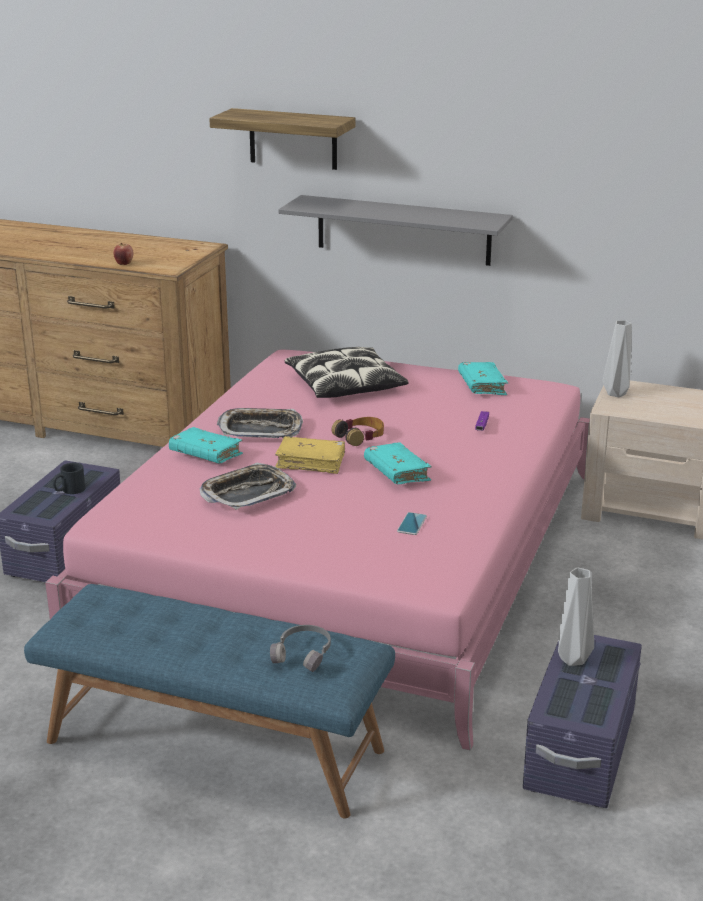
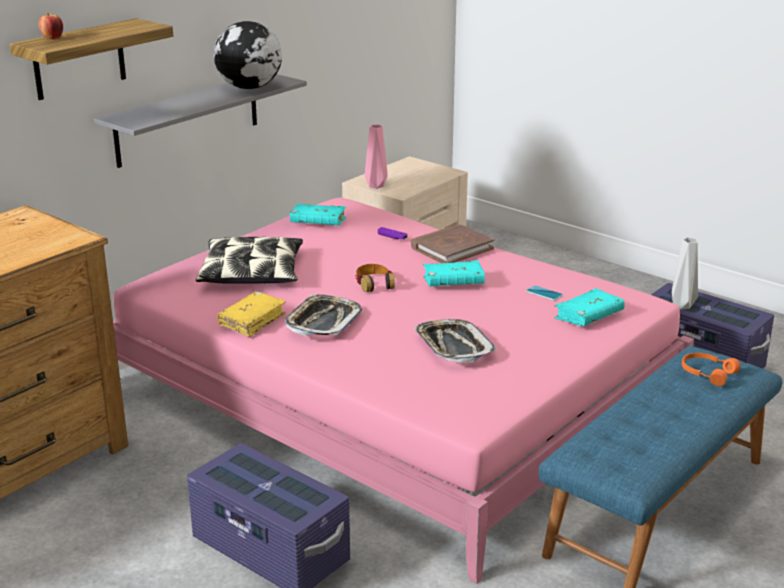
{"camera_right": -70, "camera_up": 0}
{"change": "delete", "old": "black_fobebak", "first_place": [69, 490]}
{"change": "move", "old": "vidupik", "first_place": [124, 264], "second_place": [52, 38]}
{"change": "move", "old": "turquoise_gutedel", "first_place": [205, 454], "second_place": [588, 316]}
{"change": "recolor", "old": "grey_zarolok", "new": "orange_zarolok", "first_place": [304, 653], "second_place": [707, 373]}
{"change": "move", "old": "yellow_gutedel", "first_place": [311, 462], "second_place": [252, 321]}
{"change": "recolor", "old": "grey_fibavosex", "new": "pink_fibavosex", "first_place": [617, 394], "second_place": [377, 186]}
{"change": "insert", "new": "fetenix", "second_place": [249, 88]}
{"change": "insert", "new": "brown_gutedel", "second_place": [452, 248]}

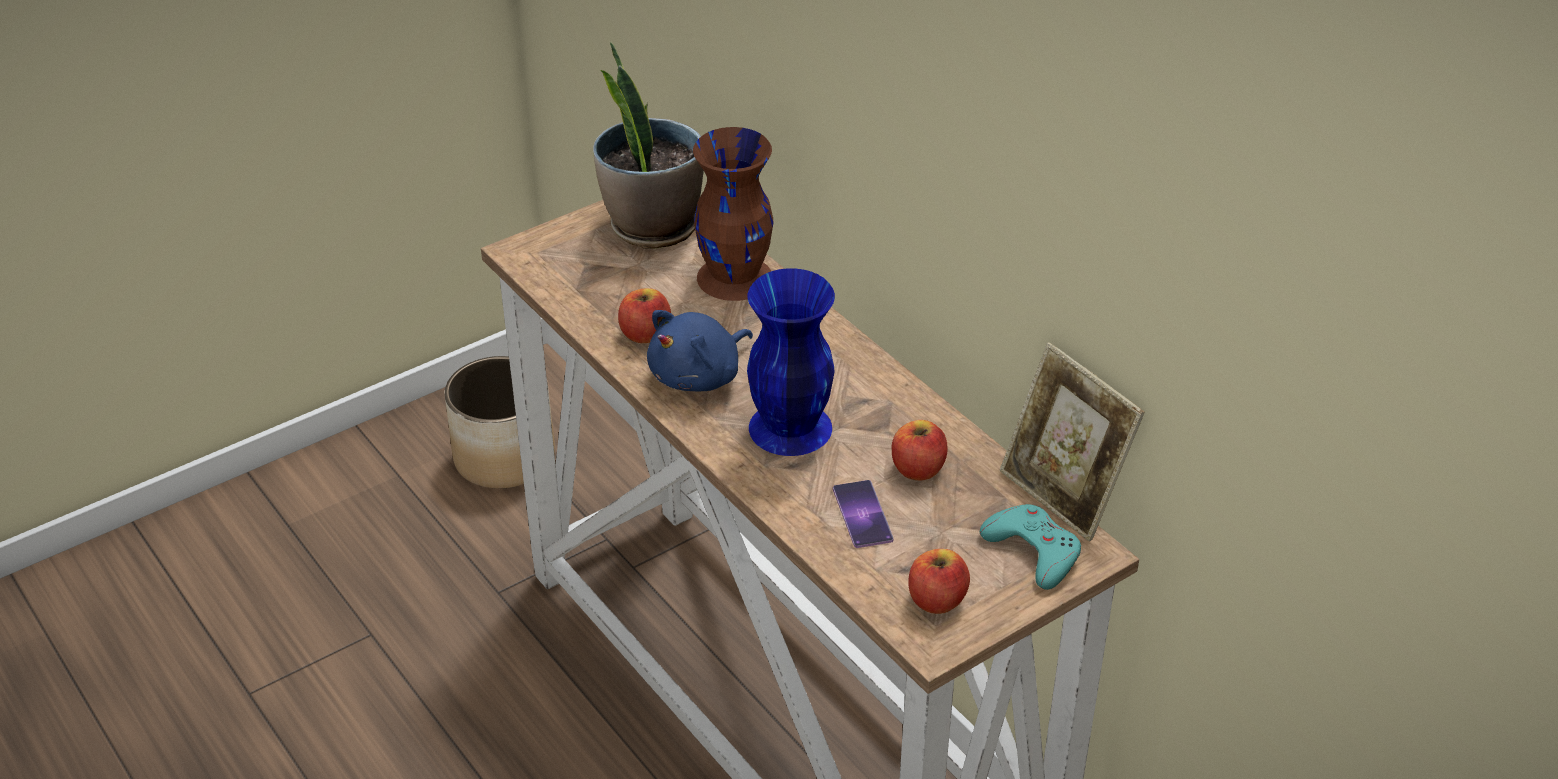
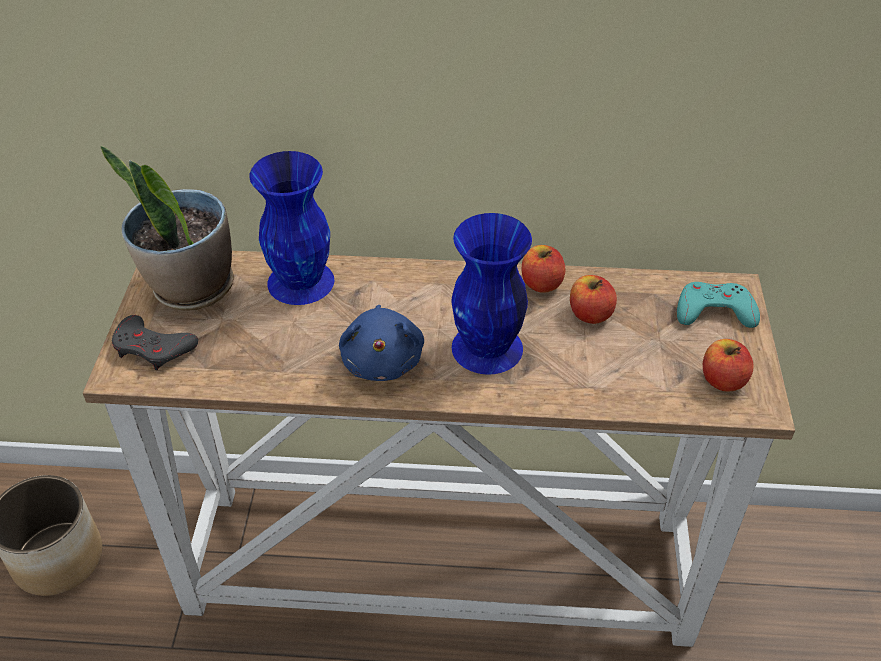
{"camera_right": -50, "camera_up": 5}
{"change": "move", "old": "vidupik", "first_place": [645, 334], "second_place": [541, 283]}
{"change": "recolor", "old": "brown_fibavosex", "new": "blue_fibavosex", "first_place": [736, 278], "second_place": [302, 281]}
{"change": "delete", "old": "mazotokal", "first_place": [862, 514]}
{"change": "delete", "old": "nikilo", "first_place": [1062, 496]}
{"change": "insert", "new": "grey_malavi", "second_place": [153, 348]}

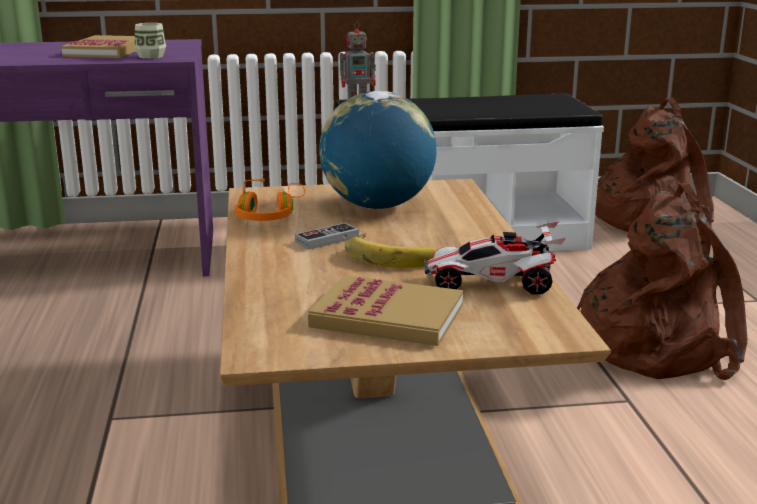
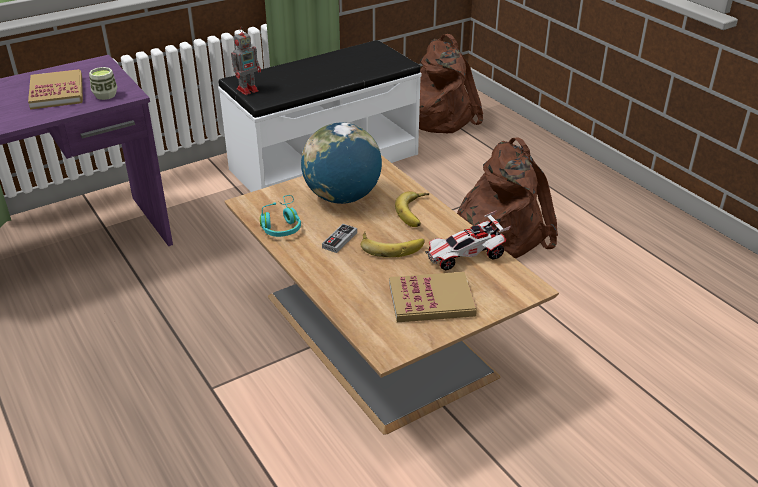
{"camera_right": -25, "camera_up": 15}
{"change": "recolor", "old": "orange_zarolok", "new": "turquoise_zarolok", "first_place": [270, 215], "second_place": [281, 225]}
{"change": "insert", "new": "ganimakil", "second_place": [416, 212]}

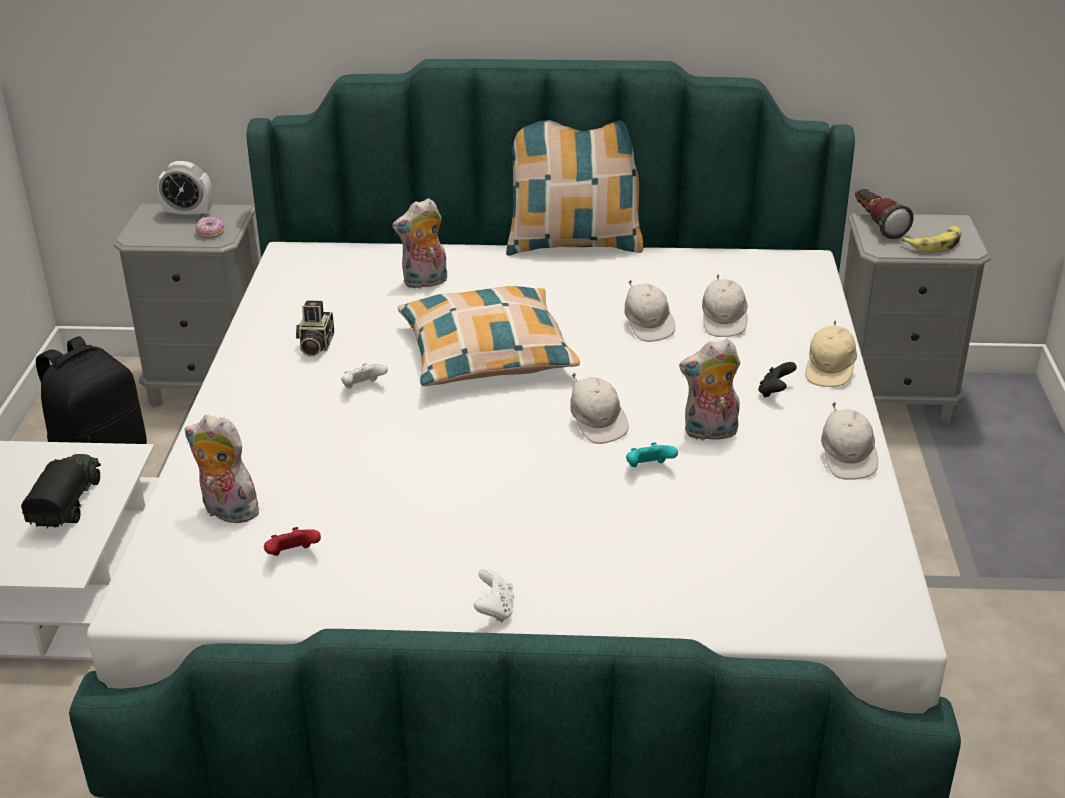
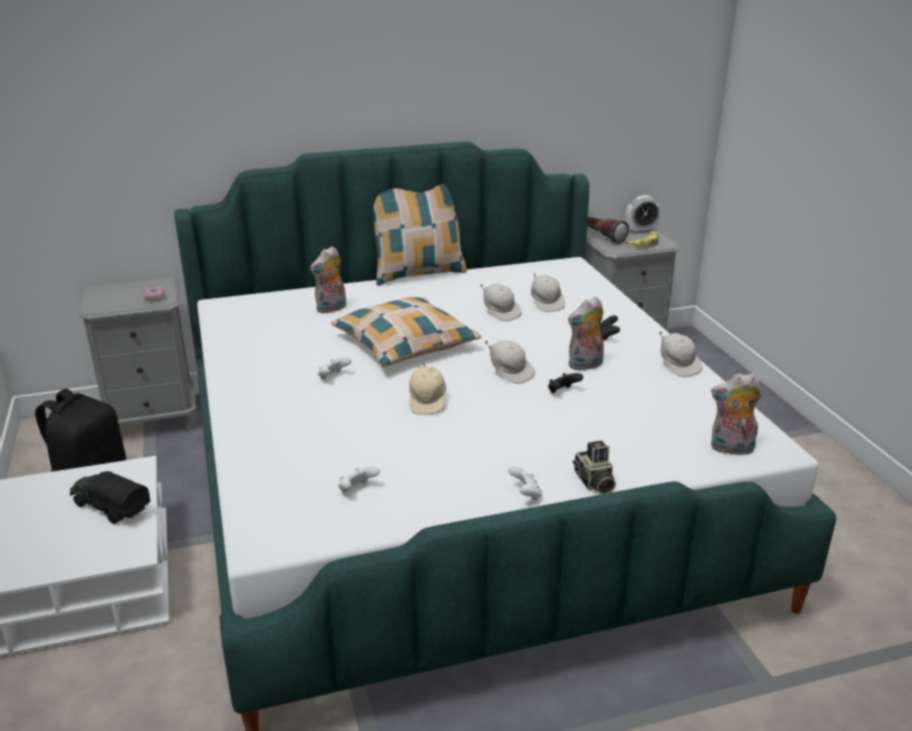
{"camera_right": -20, "camera_up": -5}
{"change": "rotate", "old": "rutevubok", "first_place": [69, 504], "second_place": [110, 508], "degrees": -45}
{"change": "move", "old": "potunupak", "first_place": [188, 214], "second_place": [641, 231]}
{"change": "move", "old": "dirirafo", "first_place": [227, 512], "second_place": [731, 449]}
{"change": "recolor", "old": "red_malavi", "new": "white_malavi", "first_place": [292, 555], "second_place": [357, 490]}
{"change": "move", "old": "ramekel", "first_place": [315, 345], "second_place": [593, 483]}
{"change": "recolor", "old": "turquoise_malavi", "new": "black_malavi", "first_place": [648, 468], "second_place": [562, 392]}
{"change": "move", "old": "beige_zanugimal", "first_place": [830, 370], "second_place": [428, 402]}

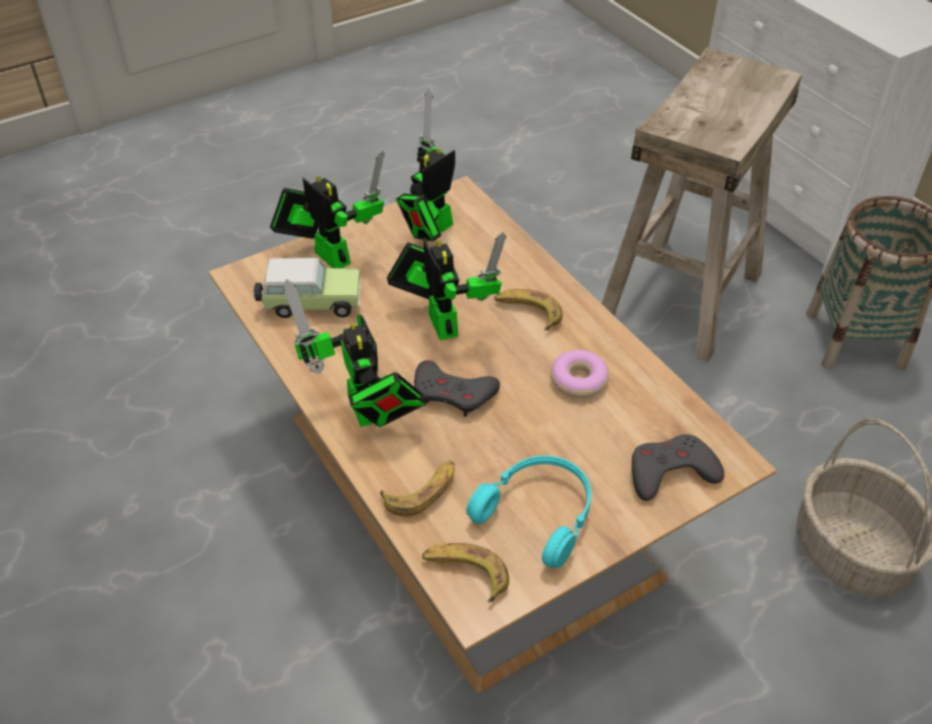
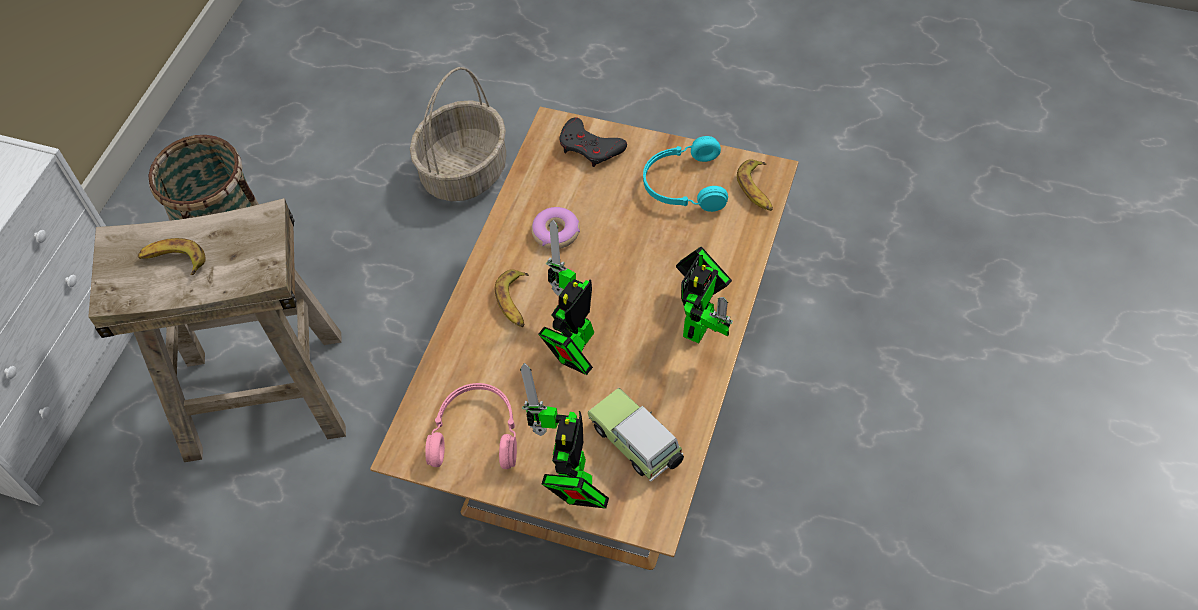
{"camera_right": -125, "camera_up": 10}
{"change": "move", "old": "ganimakil", "first_place": [422, 491], "second_place": [174, 260]}
{"change": "replace", "old": "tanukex", "new": "pink_zarolok", "first_place": [430, 232], "second_place": [477, 433]}
{"change": "delete", "old": "grey_malavi", "first_place": [453, 393]}

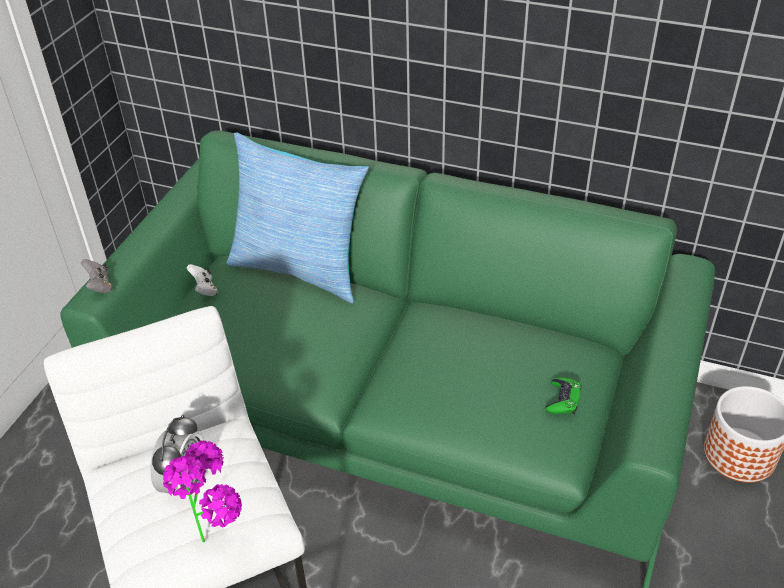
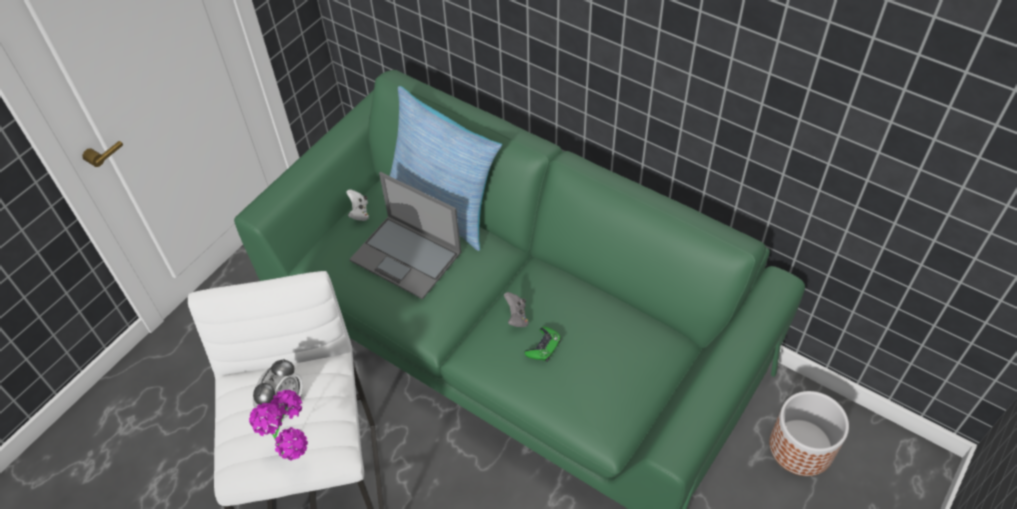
{"camera_right": 15, "camera_up": 10}
{"change": "move", "old": "grey_malavi", "first_place": [100, 286], "second_place": [516, 316]}
{"change": "move", "old": "green_malavi", "first_place": [563, 400], "second_place": [543, 347]}
{"change": "insert", "new": "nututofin", "second_place": [407, 257]}

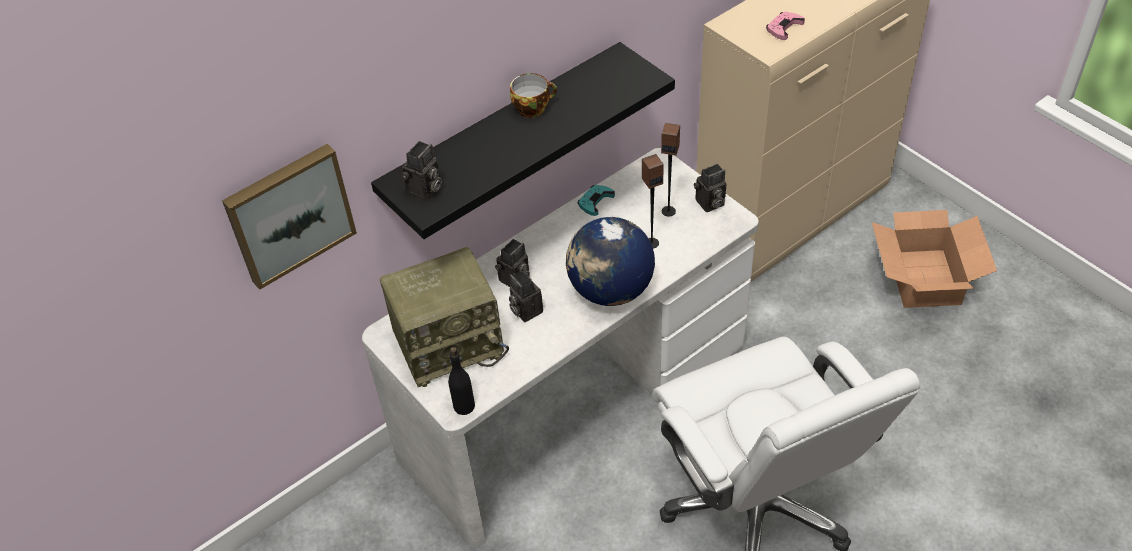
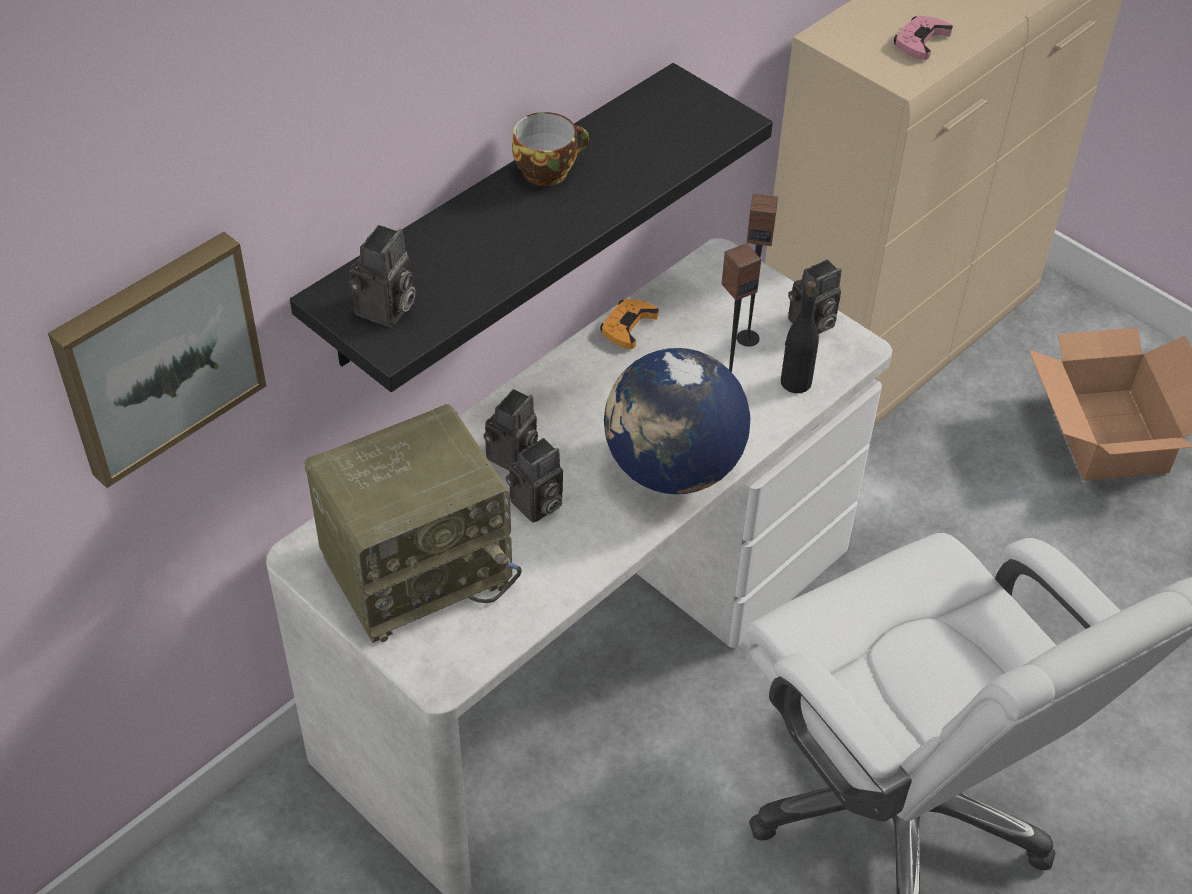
{"camera_right": -10, "camera_up": 0}
{"change": "move", "old": "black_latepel", "first_place": [464, 406], "second_place": [795, 382]}
{"change": "rotate", "old": "ramekel", "first_place": [525, 310], "second_place": [536, 506], "degrees": -90}
{"change": "recolor", "old": "turquoise_malavi", "new": "orange_malavi", "first_place": [595, 202], "second_place": [628, 326]}

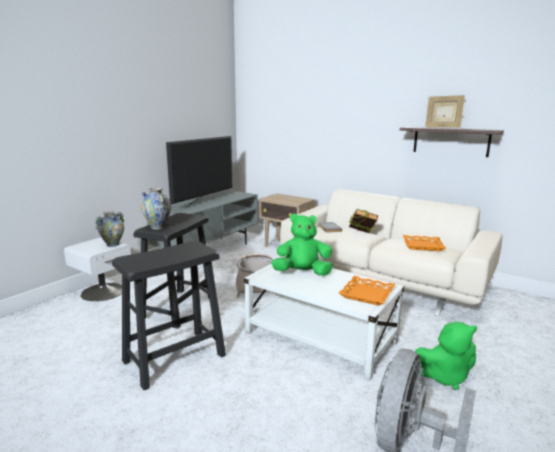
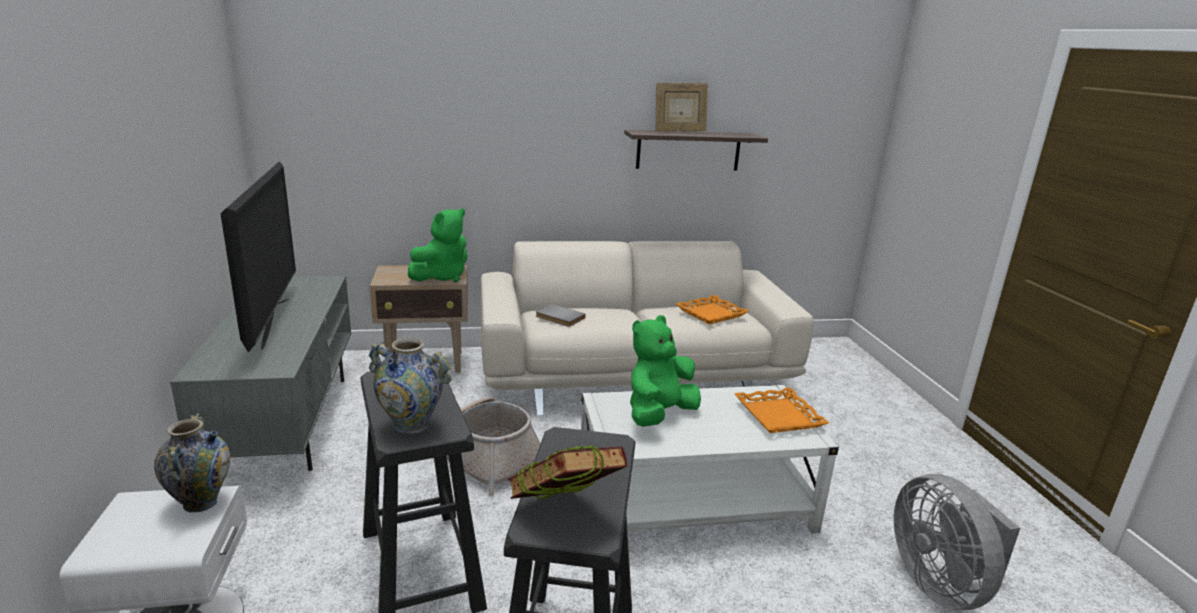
{"camera_right": -45, "camera_up": 5}
{"change": "move", "old": "gutedel", "first_place": [362, 235], "second_place": [564, 514]}
{"change": "move", "old": "green_dirirafo", "first_place": [444, 376], "second_place": [442, 277]}

